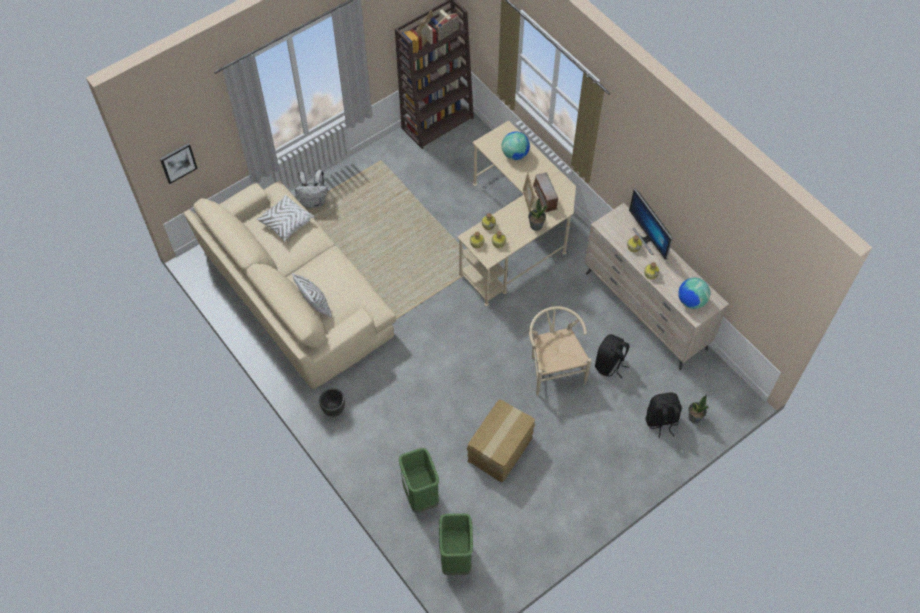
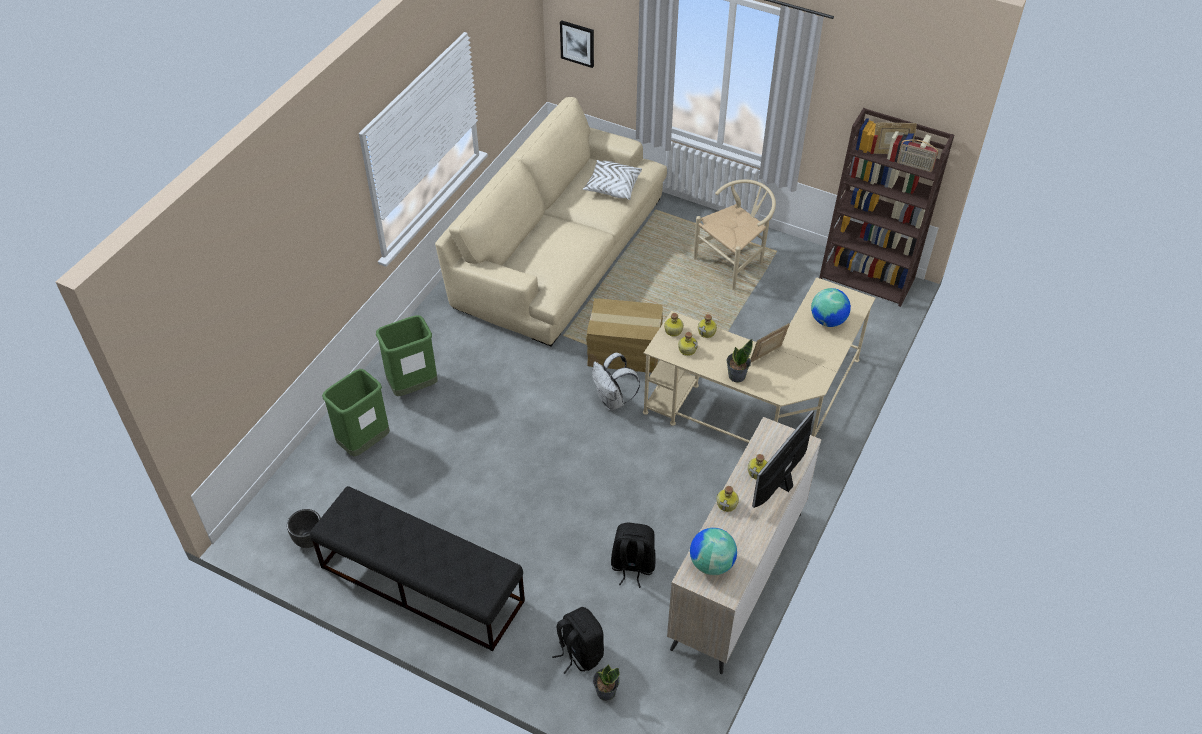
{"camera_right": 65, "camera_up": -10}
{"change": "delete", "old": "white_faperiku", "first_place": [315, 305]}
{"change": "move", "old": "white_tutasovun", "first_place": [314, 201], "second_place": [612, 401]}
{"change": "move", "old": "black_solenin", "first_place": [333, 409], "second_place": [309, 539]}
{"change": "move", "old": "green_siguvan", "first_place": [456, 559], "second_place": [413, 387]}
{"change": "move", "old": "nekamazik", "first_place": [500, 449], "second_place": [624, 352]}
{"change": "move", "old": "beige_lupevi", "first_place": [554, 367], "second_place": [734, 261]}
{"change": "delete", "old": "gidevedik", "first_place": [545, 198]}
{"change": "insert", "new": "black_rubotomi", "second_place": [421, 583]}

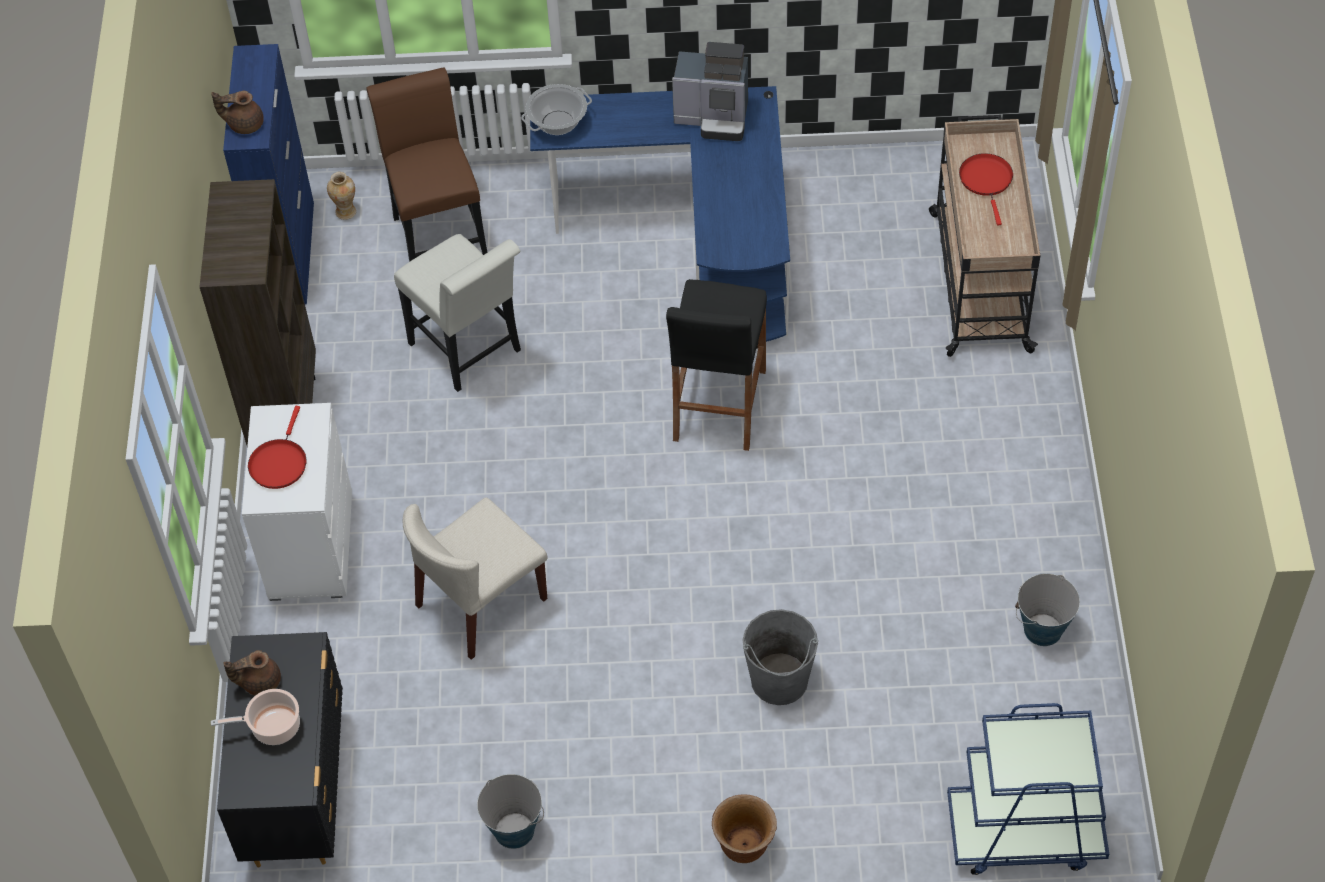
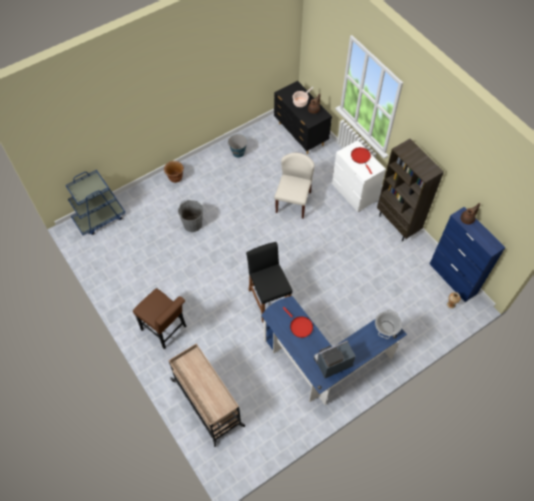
{"camera_right": 145, "camera_up": 5}
{"change": "move", "old": "brown_lupevi", "first_place": [437, 230], "second_place": [166, 330]}
{"change": "delete", "old": "white_lupevi", "first_place": [470, 352]}
{"change": "move", "old": "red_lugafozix", "first_place": [986, 181], "second_place": [300, 326]}
{"change": "delete", "old": "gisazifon", "first_place": [1042, 630]}

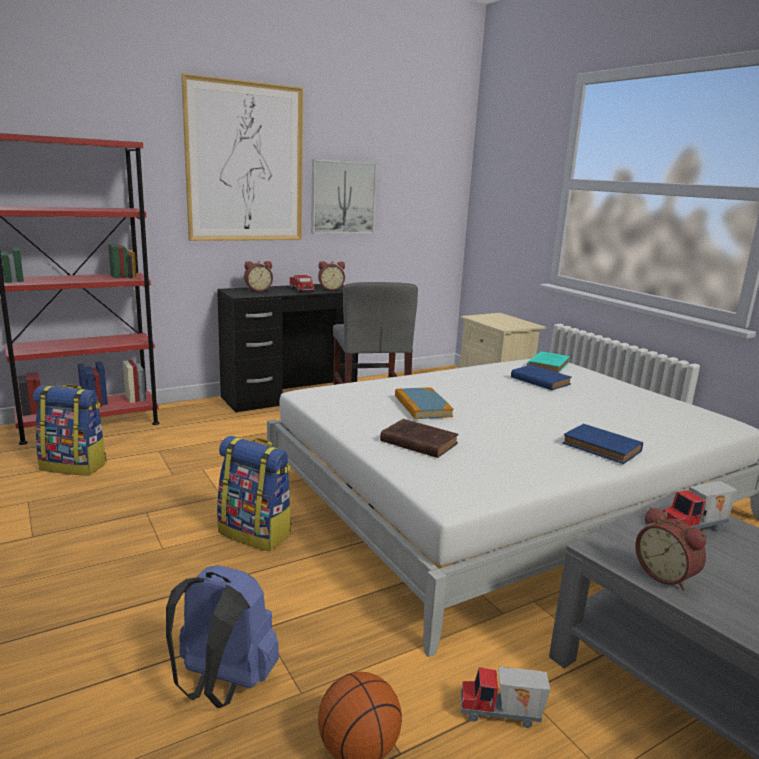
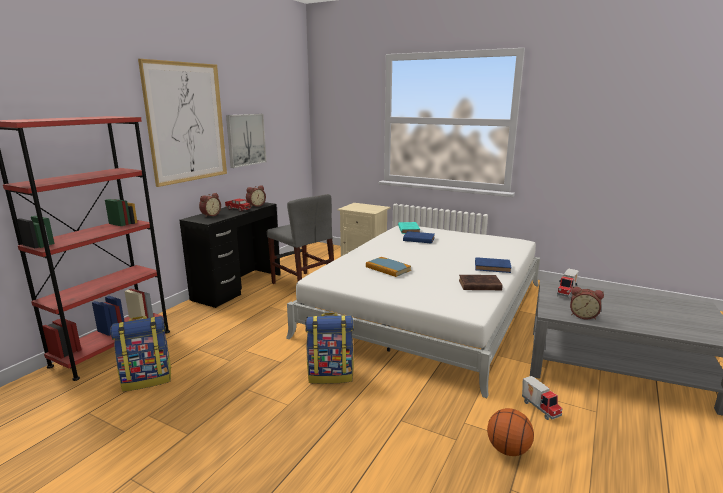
{"camera_right": -30, "camera_up": 0}
{"change": "delete", "old": "blue_tutasovun", "first_place": [222, 685]}
{"change": "move", "old": "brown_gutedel", "first_place": [417, 442], "second_place": [478, 285]}
{"change": "rotate", "old": "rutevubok", "first_place": [501, 716], "second_place": [540, 408], "degrees": -90}

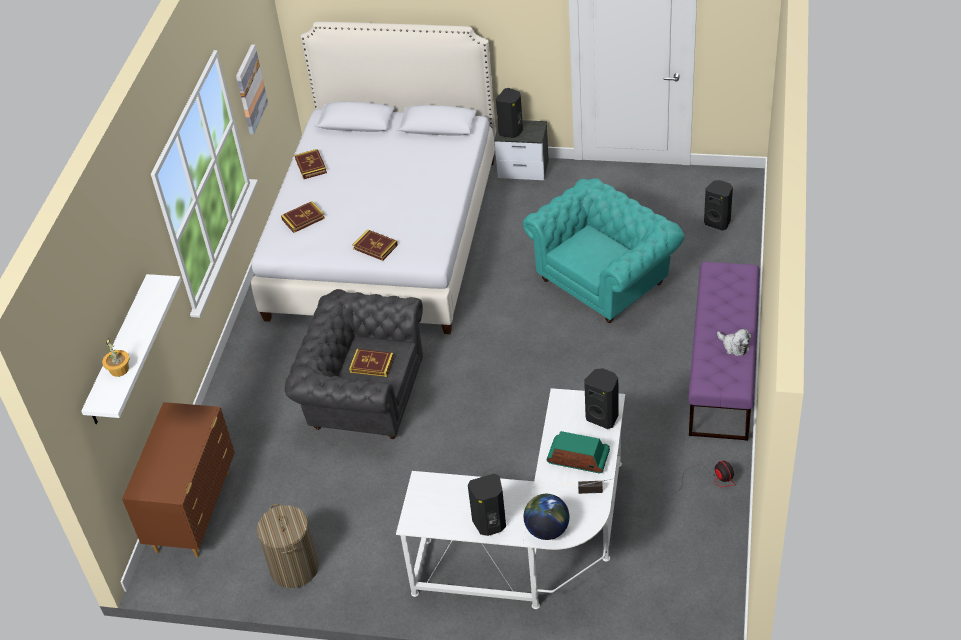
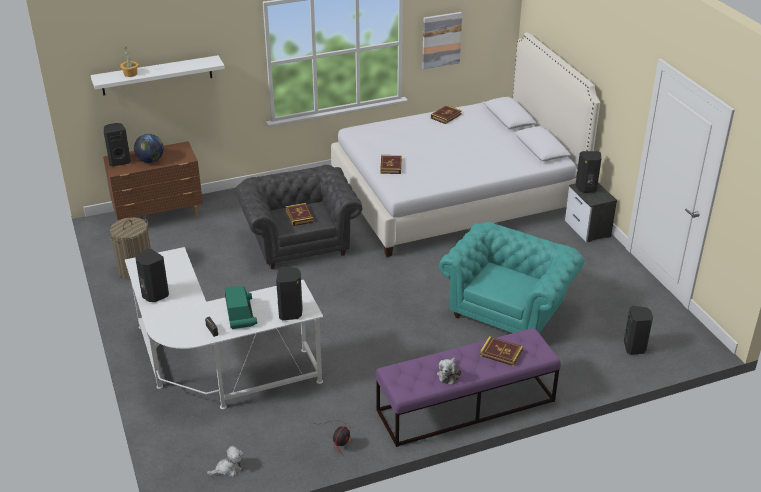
{"camera_right": 55, "camera_up": -10}
{"change": "move", "old": "gutedel", "first_place": [303, 219], "second_place": [501, 353]}
{"change": "rotate", "old": "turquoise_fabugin", "first_place": [605, 279], "second_place": [509, 309], "degrees": -75}
{"change": "move", "old": "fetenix", "first_place": [547, 530], "second_place": [150, 160]}
{"change": "insert", "new": "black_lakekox", "second_place": [119, 161]}
{"change": "insert", "new": "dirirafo", "second_place": [228, 469]}

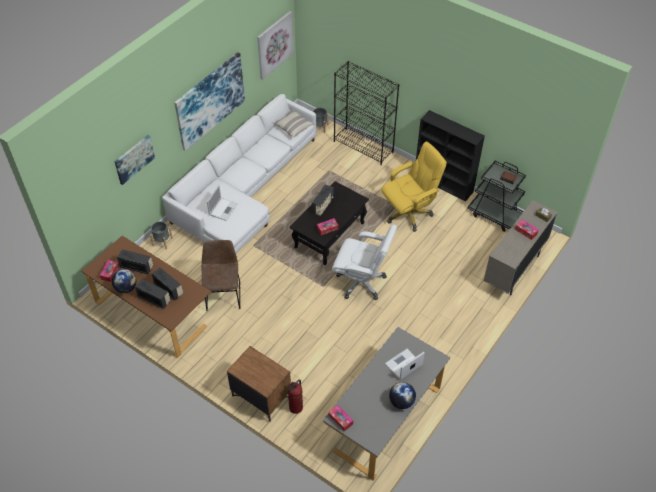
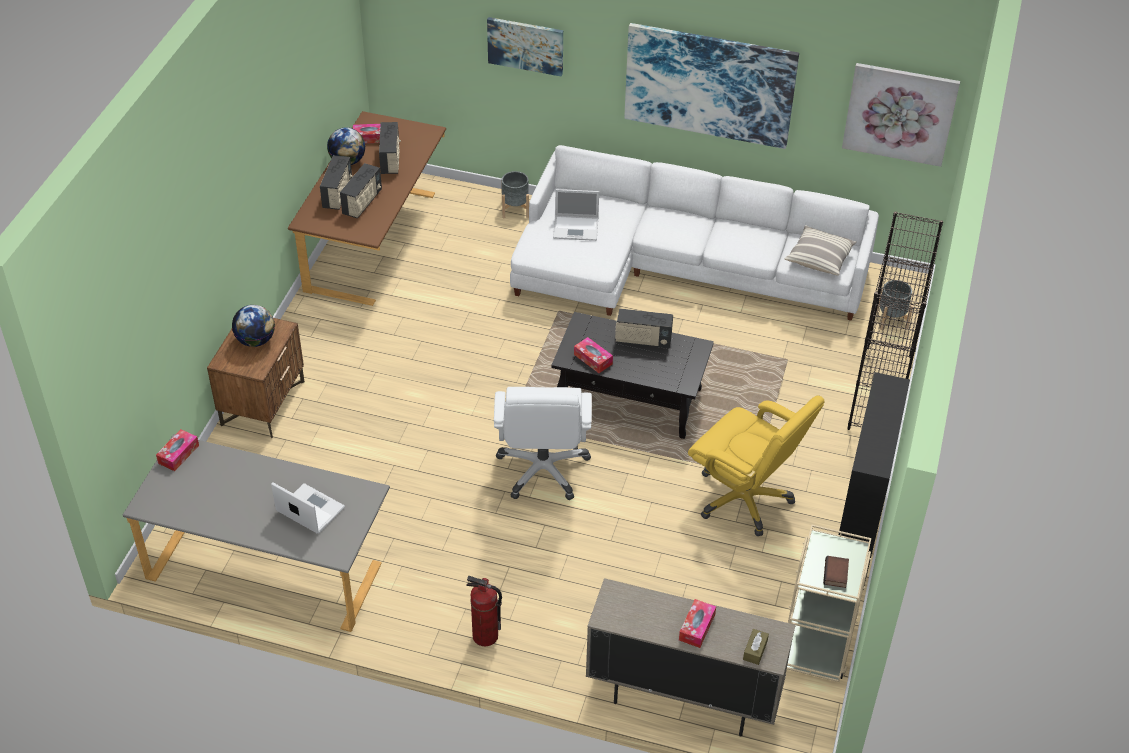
{"camera_right": 70, "camera_up": -5}
{"change": "delete", "old": "brown_lupevi", "first_place": [223, 294]}
{"change": "move", "old": "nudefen", "first_place": [296, 407], "second_place": [485, 636]}
{"change": "move", "old": "fetenix", "first_place": [401, 402], "second_place": [256, 340]}
{"change": "recolor", "old": "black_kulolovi", "new": "beige_kulolovi", "first_place": [494, 215], "second_place": [818, 638]}

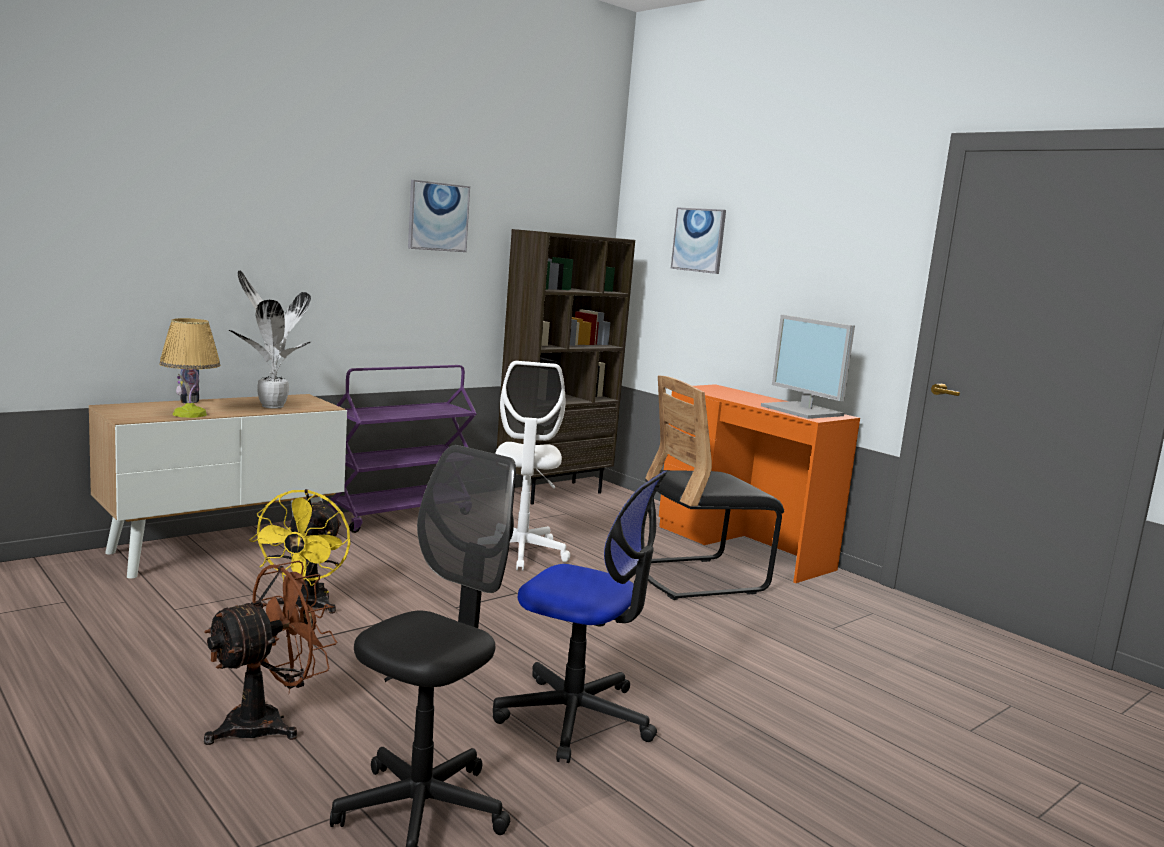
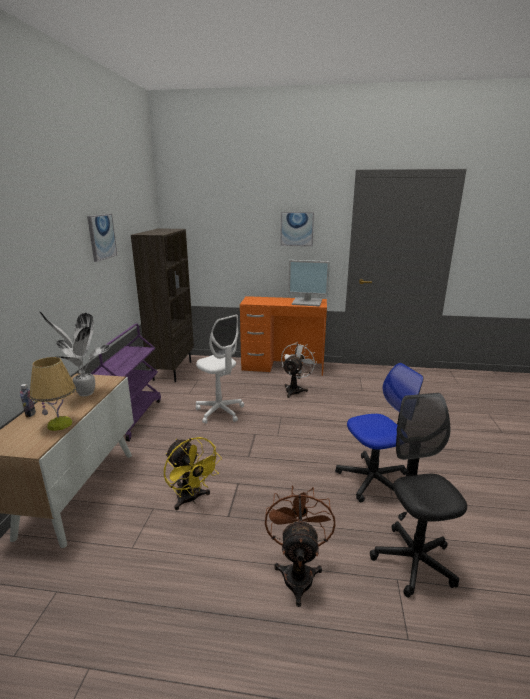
{"camera_right": -40, "camera_up": 10}
{"change": "replace", "old": "black_lupevi", "new": "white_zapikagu", "first_place": [698, 578], "second_place": [295, 389]}
{"change": "move", "old": "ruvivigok", "first_place": [699, 240], "second_place": [296, 229]}

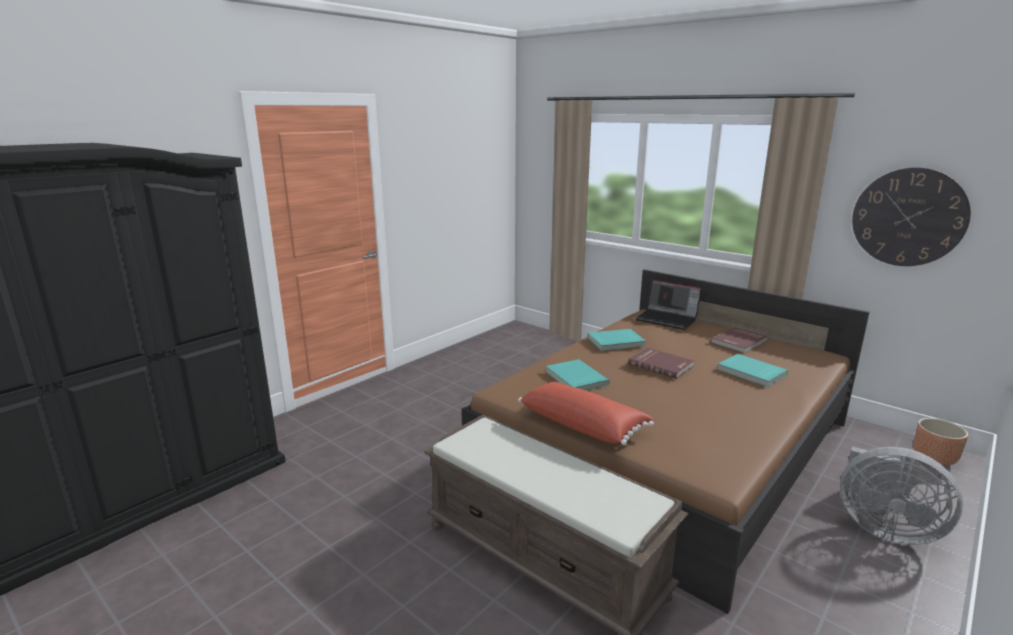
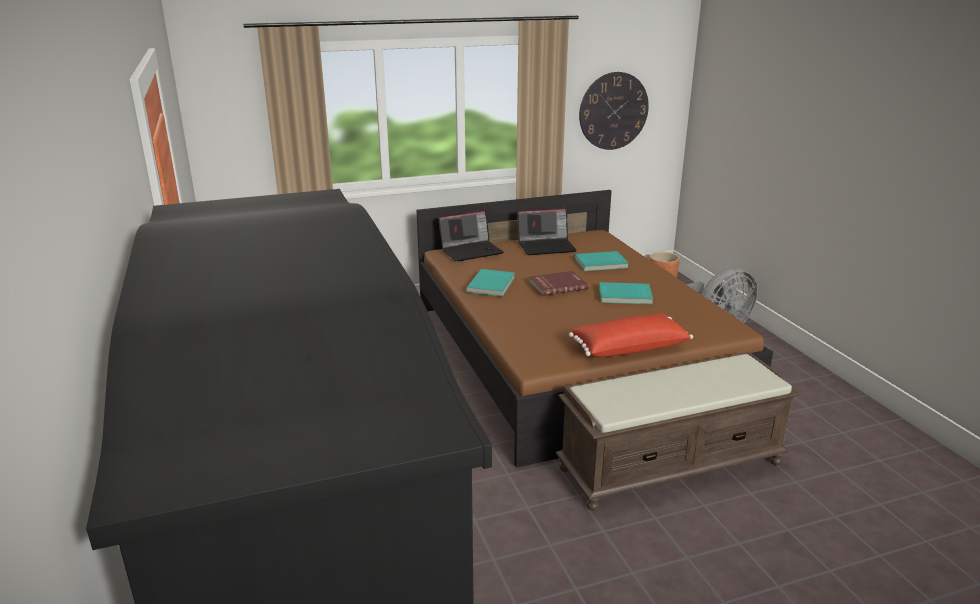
{"camera_right": -60, "camera_up": 5}
{"change": "move", "old": "turquoise_gutedel", "first_place": [575, 378], "second_place": [625, 296]}
{"change": "replace", "old": "red_gutedel", "new": "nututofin", "first_place": [740, 342], "second_place": [547, 246]}

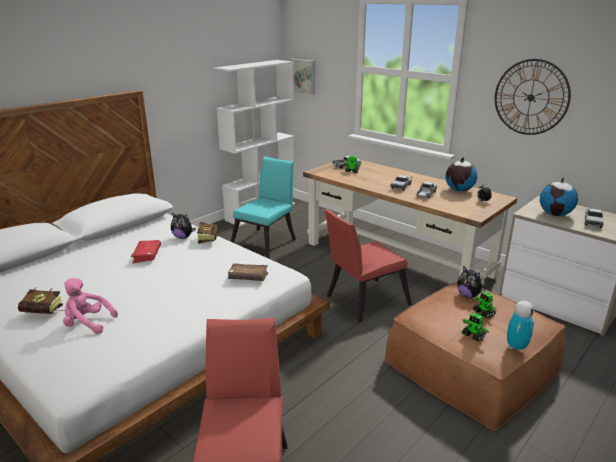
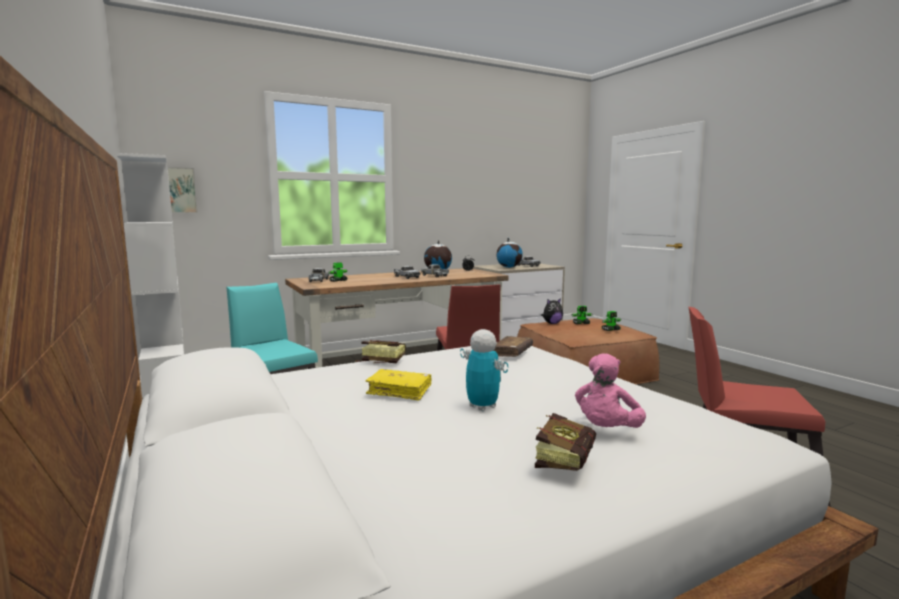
{"camera_right": -70, "camera_up": -15}
{"change": "recolor", "old": "red_gutedel", "new": "yellow_gutedel", "first_place": [147, 255], "second_place": [399, 391]}
{"change": "delete", "old": "dirirafo", "first_place": [183, 237]}
{"change": "delete", "old": "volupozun", "first_place": [531, 97]}
{"change": "move", "old": "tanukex", "first_place": [516, 347], "second_place": [482, 407]}

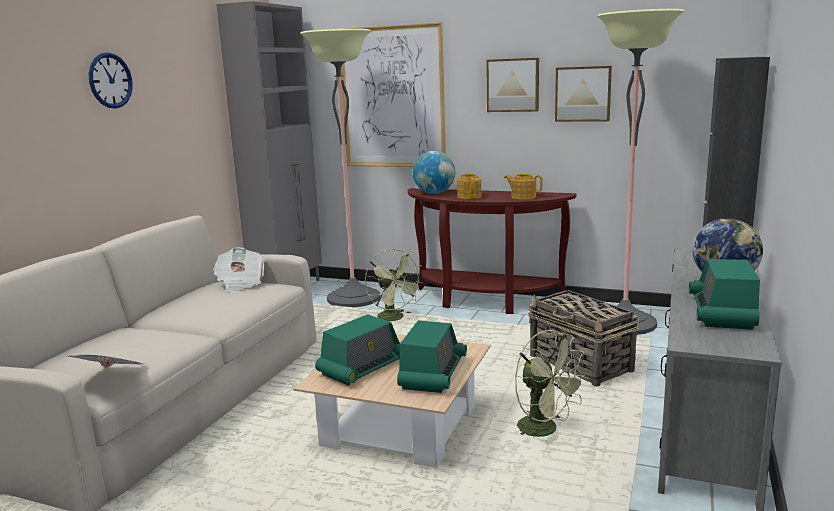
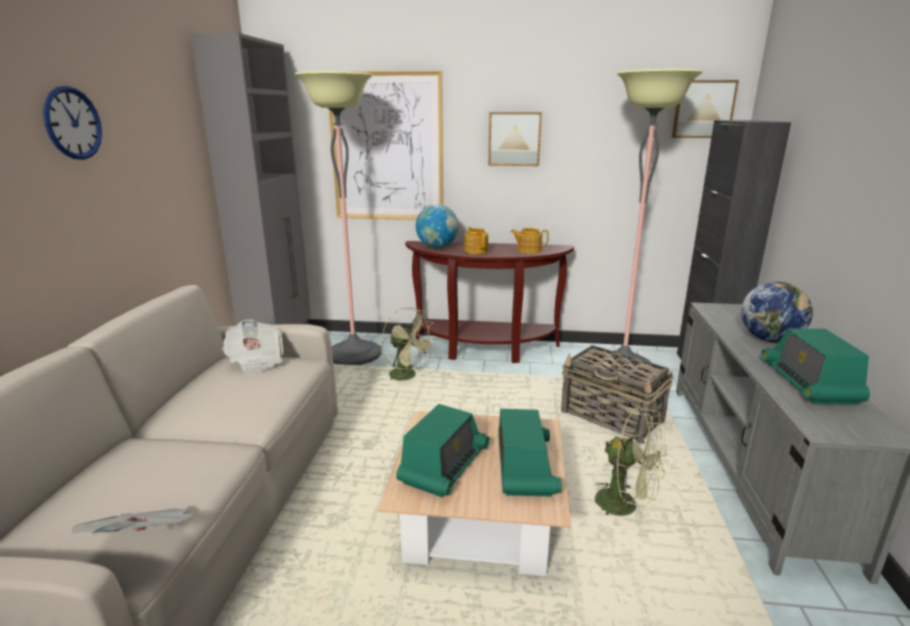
{"camera_right": -15, "camera_up": 5}
{"change": "move", "old": "ruvivigok", "first_place": [583, 94], "second_place": [703, 109]}

